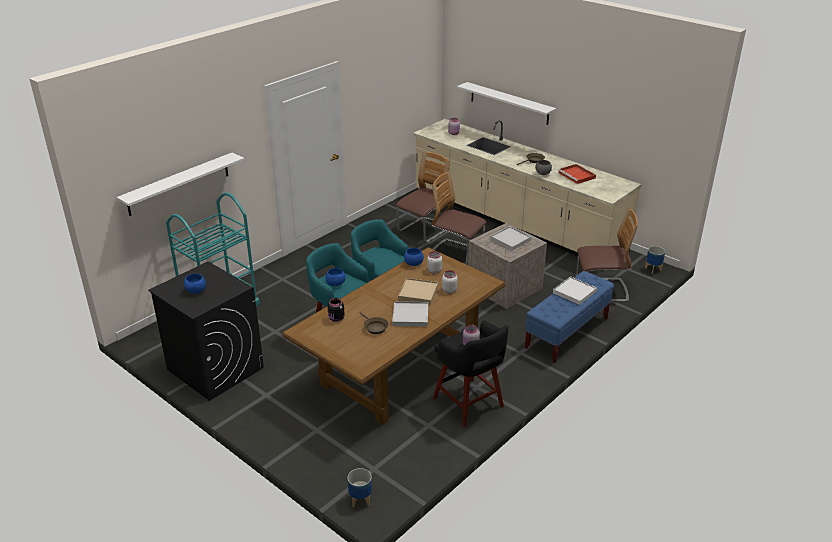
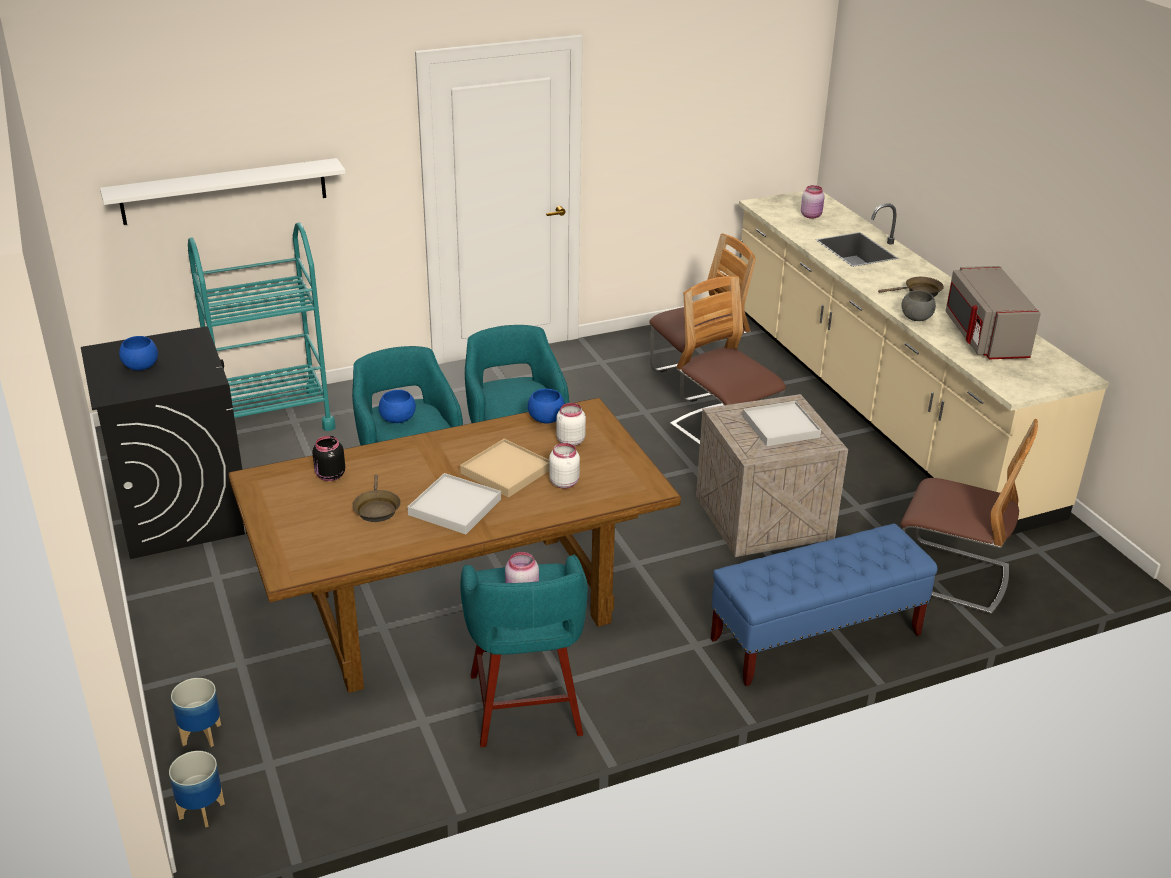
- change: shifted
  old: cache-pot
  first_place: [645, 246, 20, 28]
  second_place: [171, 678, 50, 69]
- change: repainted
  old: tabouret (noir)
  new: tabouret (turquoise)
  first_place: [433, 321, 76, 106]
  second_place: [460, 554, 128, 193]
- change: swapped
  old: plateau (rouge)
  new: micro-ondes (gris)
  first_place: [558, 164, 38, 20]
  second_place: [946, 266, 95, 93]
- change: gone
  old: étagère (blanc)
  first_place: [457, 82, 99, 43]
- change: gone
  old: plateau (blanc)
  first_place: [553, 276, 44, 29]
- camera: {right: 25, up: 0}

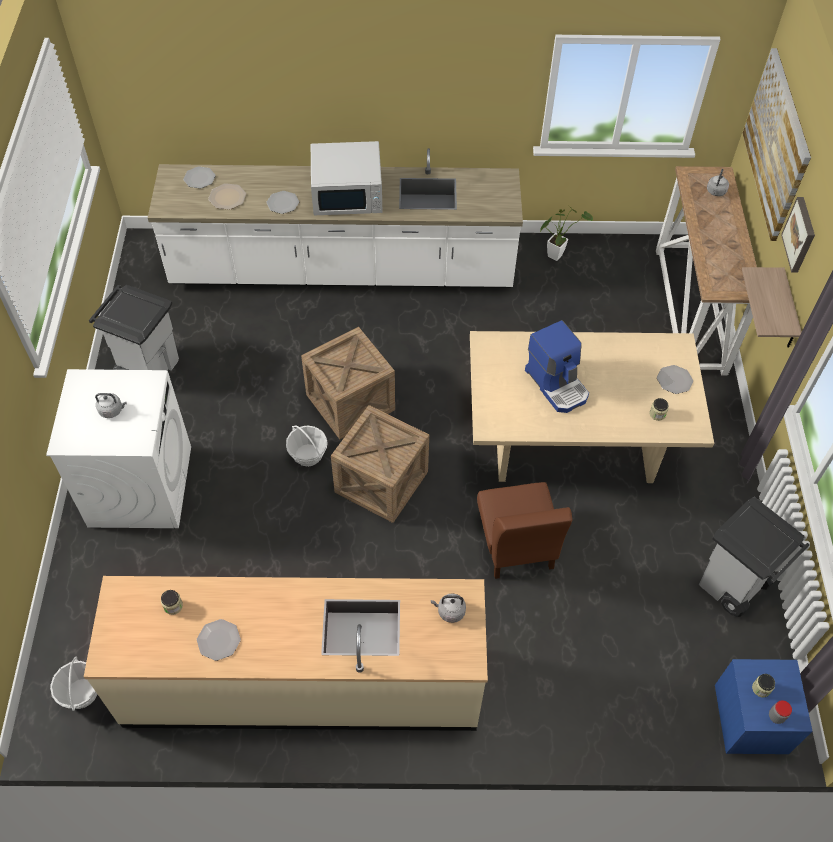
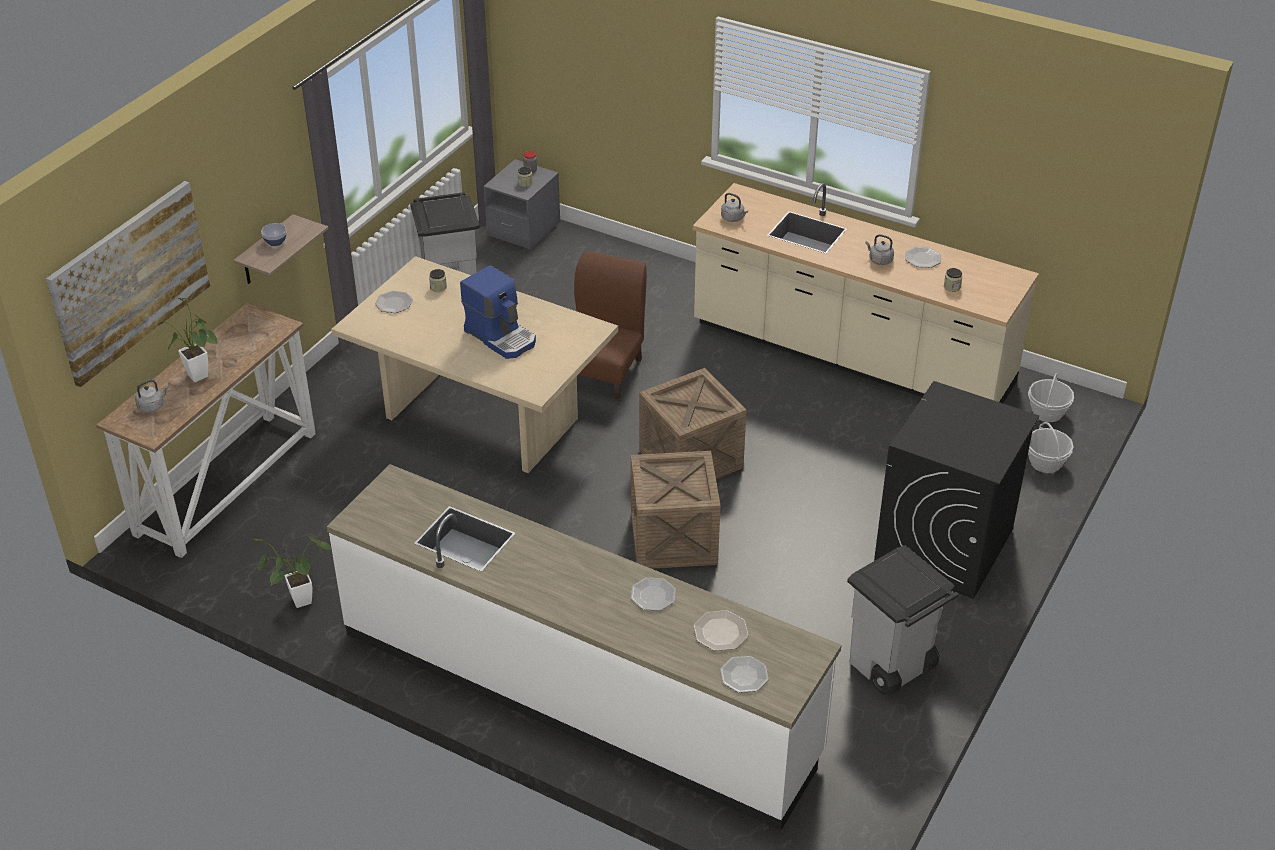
- change: new
  new: plante en pot
  second_place: [158, 298, 60, 84]
- change: new
  new: bol
  second_place: [261, 223, 25, 23]
- change: rotated
  old: machine à café
  first_place: [525, 320, 64, 93]
  second_place: [460, 265, 76, 94]
  degrees: 135
- change: repainted
  old: table de chevet (bleu)
  new: table de chevet (gris)
  first_place: [715, 659, 98, 95]
  second_place: [483, 159, 77, 90]
- change: shifted
  old: bouilloire (gris)
  first_place: [95, 393, 32, 25]
  second_place: [865, 234, 29, 31]
- change: repainted
  old: lave-linge (blanc)
  new: lave-linge (noir)
  first_place: [46, 369, 145, 159]
  second_place: [874, 381, 165, 218]
- change: shifted
  old: panier
  first_place: [286, 425, 42, 42]
  second_place: [1028, 422, 46, 51]
- change: gone
  old: micro-ondes (blanc)
  first_place: [311, 141, 71, 74]
- change: gone
  old: tableau
  first_place: [781, 197, 34, 76]
- camera: {right: -150, up: -15}

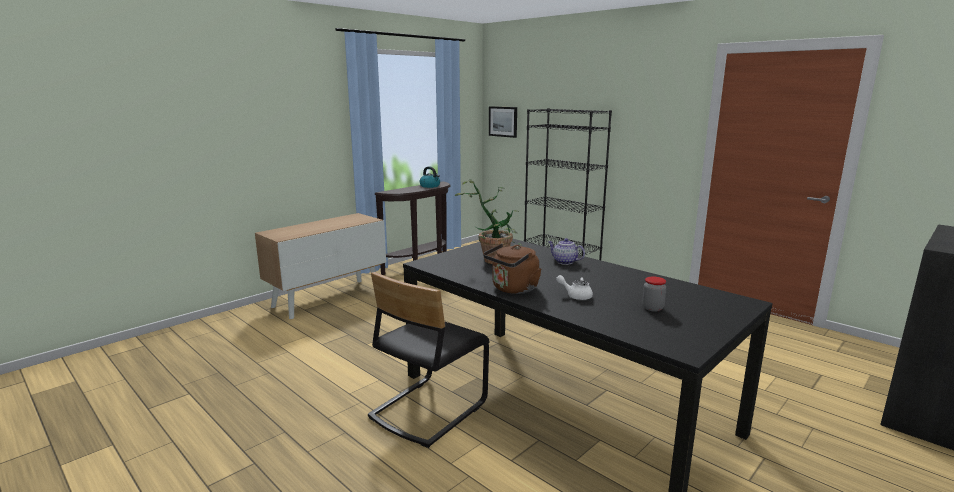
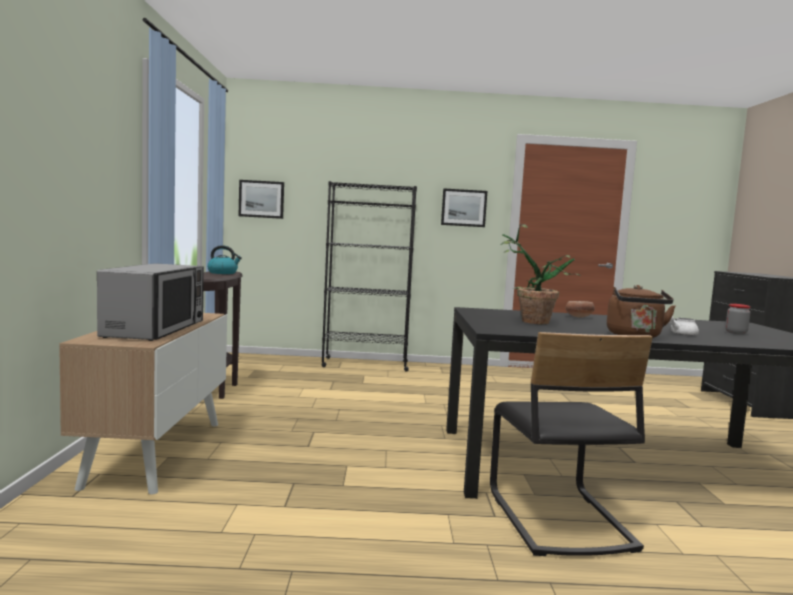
- change: new
  new: micro-ondes
  second_place: [97, 263, 107, 78]
- change: new
  new: tableau
  second_place: [441, 189, 46, 38]
- change: swapped
  old: théière
  new: bol
  first_place: [548, 238, 37, 27]
  second_place: [566, 301, 29, 17]
- camera: {right: -45, up: -10}

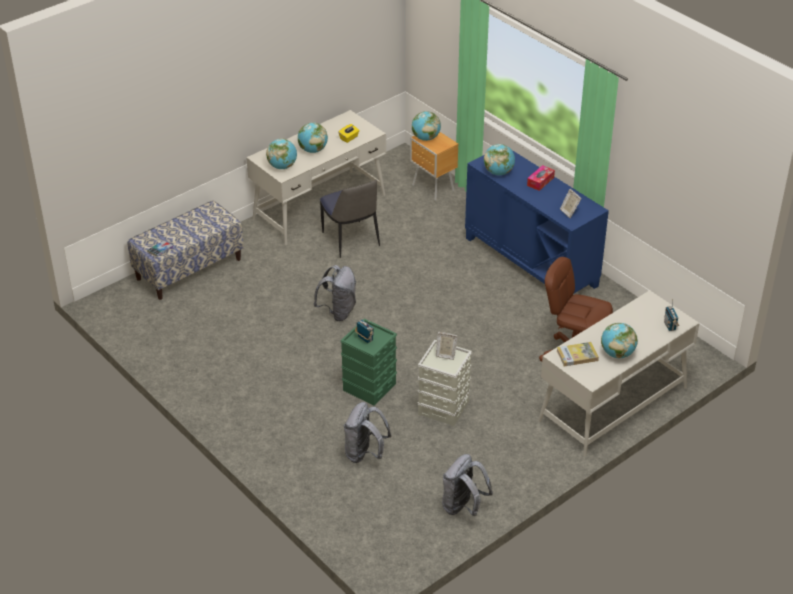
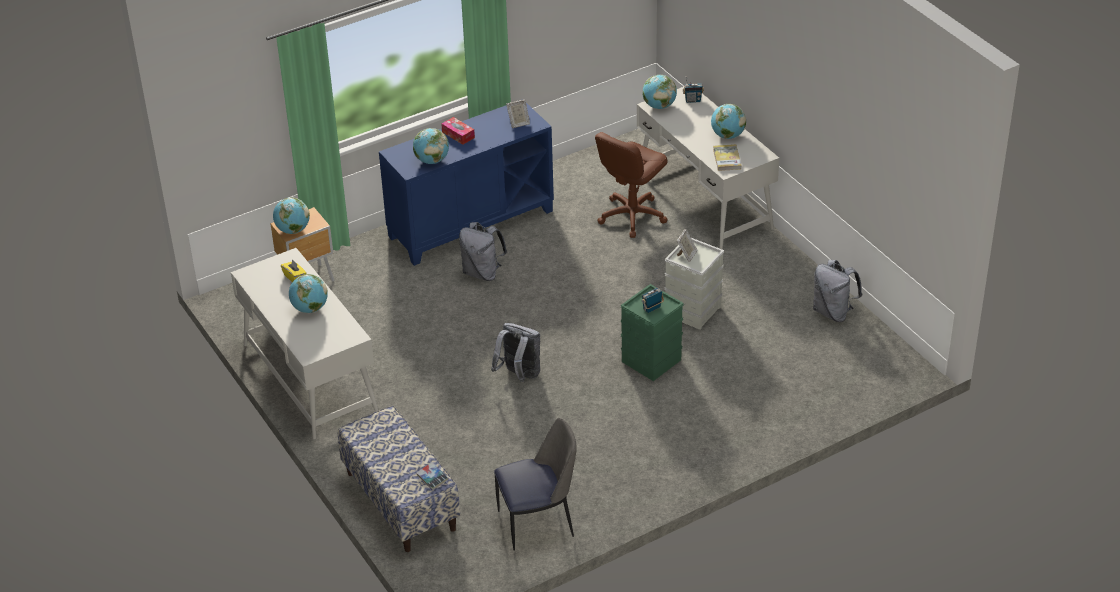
- change: shifted
  old: sac à dos (gris)
  first_place: [343, 402, 48, 61]
  second_place: [459, 222, 48, 59]
- change: shifted
  old: chaise
  first_place: [320, 180, 60, 78]
  second_place: [494, 418, 83, 133]
- change: shifted
  old: globe
  first_place: [266, 139, 31, 30]
  second_place: [642, 75, 35, 34]
- camera: {right: -80, up: 0}

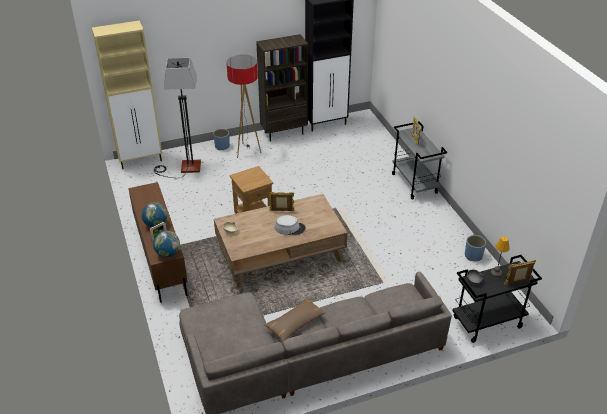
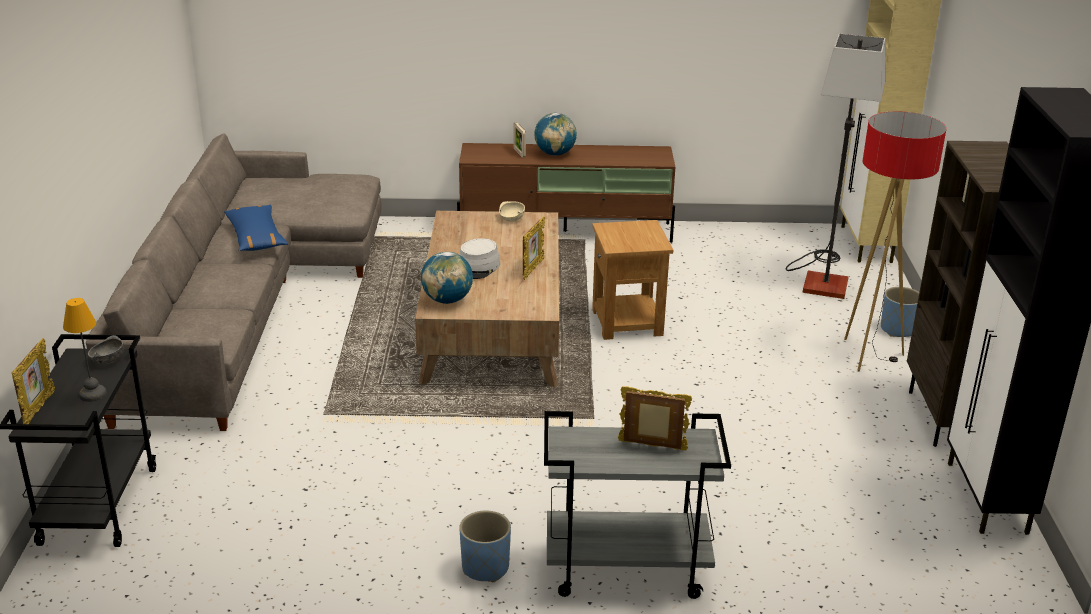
- change: repainted
  old: coussin (marron)
  new: coussin (bleu)
  first_place: [264, 297, 61, 45]
  second_place: [224, 205, 64, 46]
- change: shifted
  old: globe
  first_place: [153, 231, 27, 26]
  second_place: [421, 251, 52, 53]
- change: shifted
  old: cache-pot (bleu)
  first_place: [465, 235, 21, 26]
  second_place: [459, 511, 52, 71]
- camera: {right: 110, up: -10}

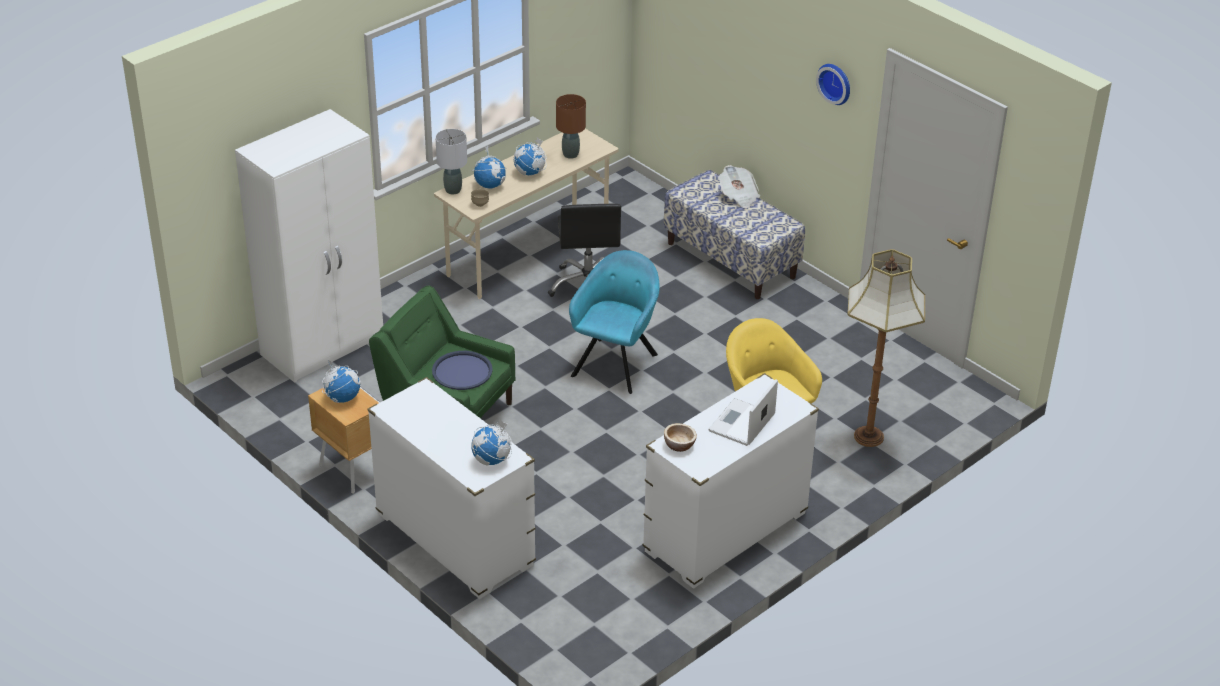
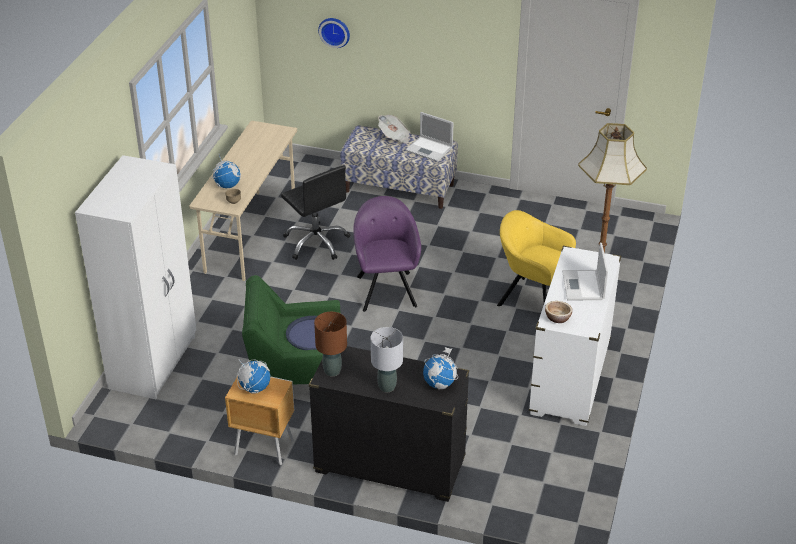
- change: repainted
  old: commode (blanc)
  new: commode (noir)
  first_place: [368, 377, 168, 222]
  second_place: [309, 346, 160, 156]
- change: shifted
  old: lampe de table (marron)
  first_place: [556, 94, 30, 65]
  second_place: [314, 312, 33, 64]
- change: shifted
  old: horloge murale
  first_place: [816, 64, 34, 41]
  second_place: [318, 18, 32, 30]
- change: repainted
  old: fauteuil (turquoise)
  new: fauteuil (violet)
  first_place: [569, 250, 91, 144]
  second_place: [354, 196, 67, 116]
- change: shifted
  old: lampe de table (gris)
  first_place: [435, 129, 32, 65]
  second_place: [371, 327, 32, 65]
- change: new
  new: ordinateur portable
  second_place: [405, 112, 49, 50]
- change: gone
  old: globe
  first_place: [514, 137, 33, 38]
- camera: {right: -30, up: 0}

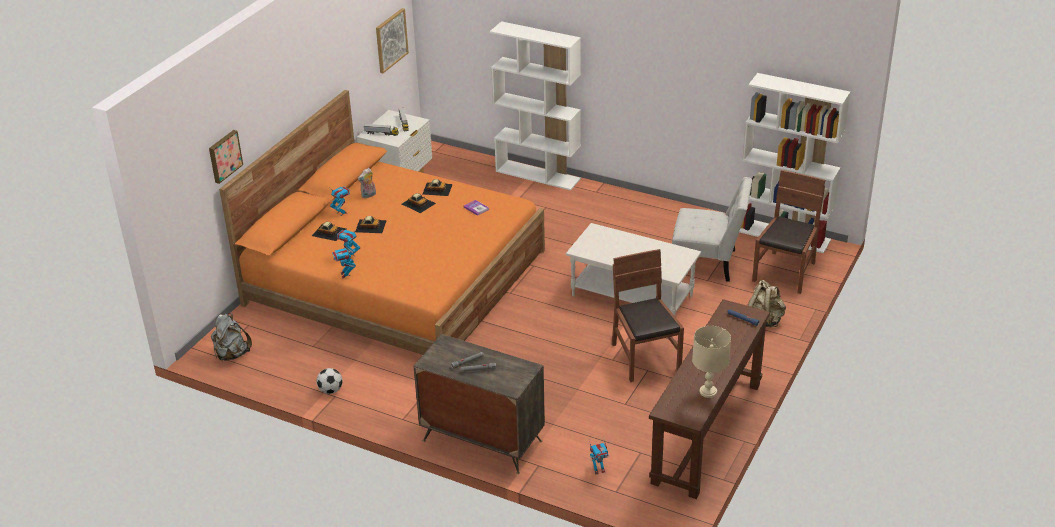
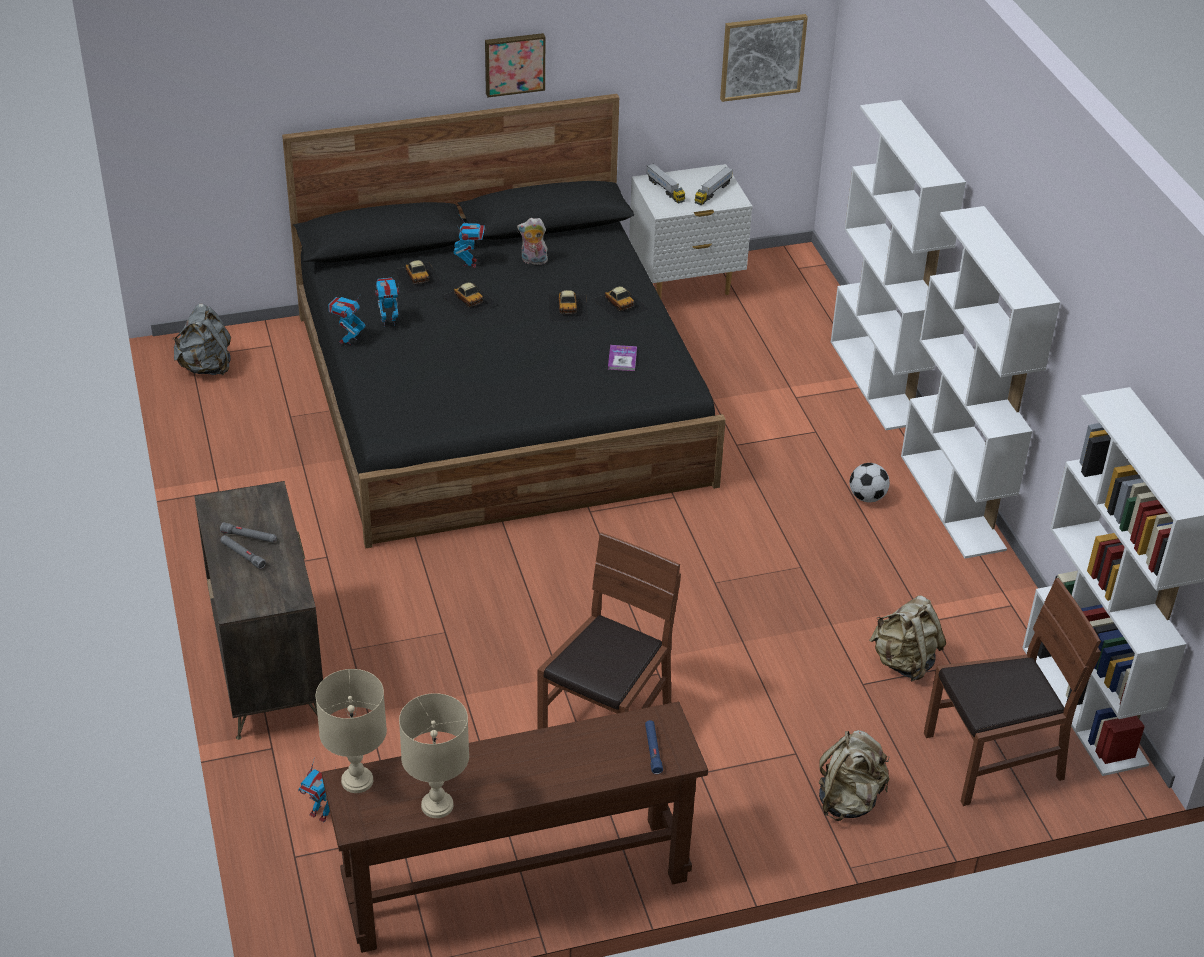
- change: repainted
  old: lit (orange)
  new: lit (noir)
  first_place: [219, 90, 326, 265]
  second_place: [282, 94, 444, 454]
- change: new
  new: lampe de table (beige)
  second_place: [316, 669, 71, 124]
- change: shifted
  old: tableau
  first_place: [209, 130, 34, 54]
  second_place: [485, 33, 60, 64]
- change: shifted
  old: ballon de foot
  first_place: [317, 368, 26, 26]
  second_place: [849, 463, 41, 39]
- change: swapped
  old: chaise (blanc)
  new: sac à dos (beige)
  first_place: [672, 177, 80, 105]
  second_place: [869, 595, 77, 86]
- change: new
  new: bibliothèque (blanc)
  second_place: [901, 206, 159, 353]
- change: gone
  old: table basse (blanc)
  first_place: [566, 223, 135, 93]
- camera: {right: 45, up: 5}

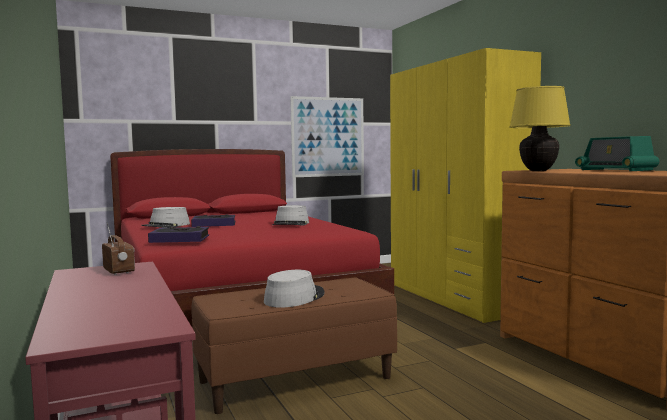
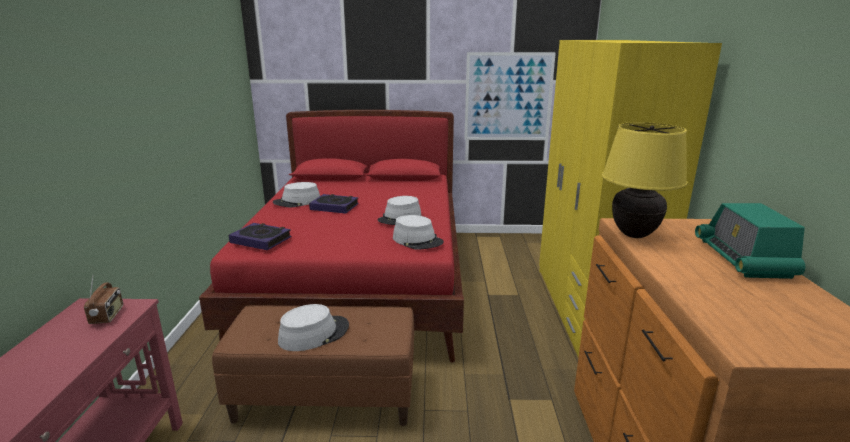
- change: new
  new: chapeau (gris)
  second_place: [393, 215, 51, 35]
- camera: {right: 25, up: 15}

